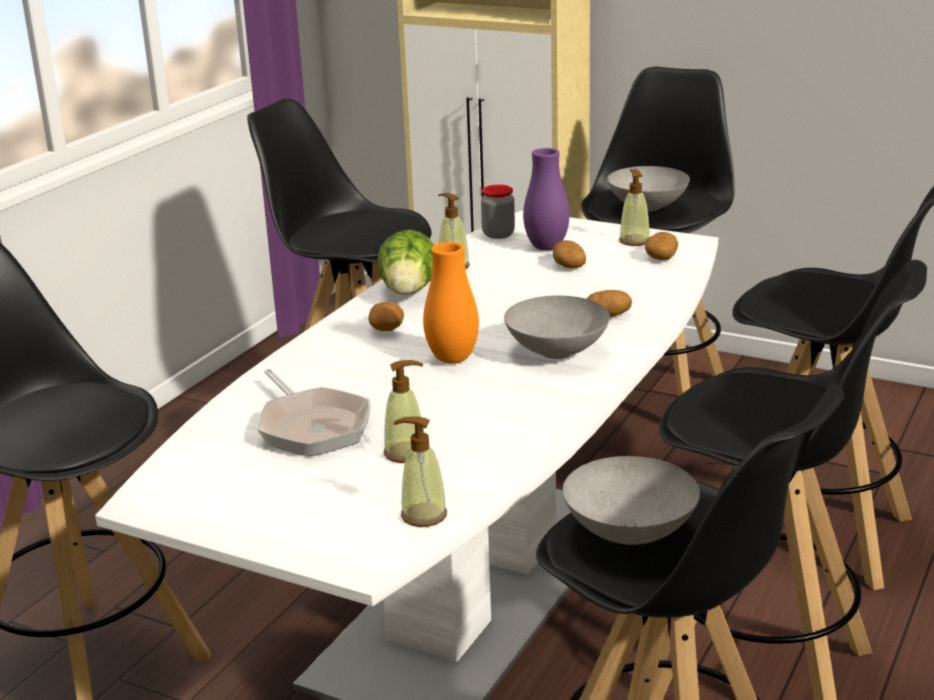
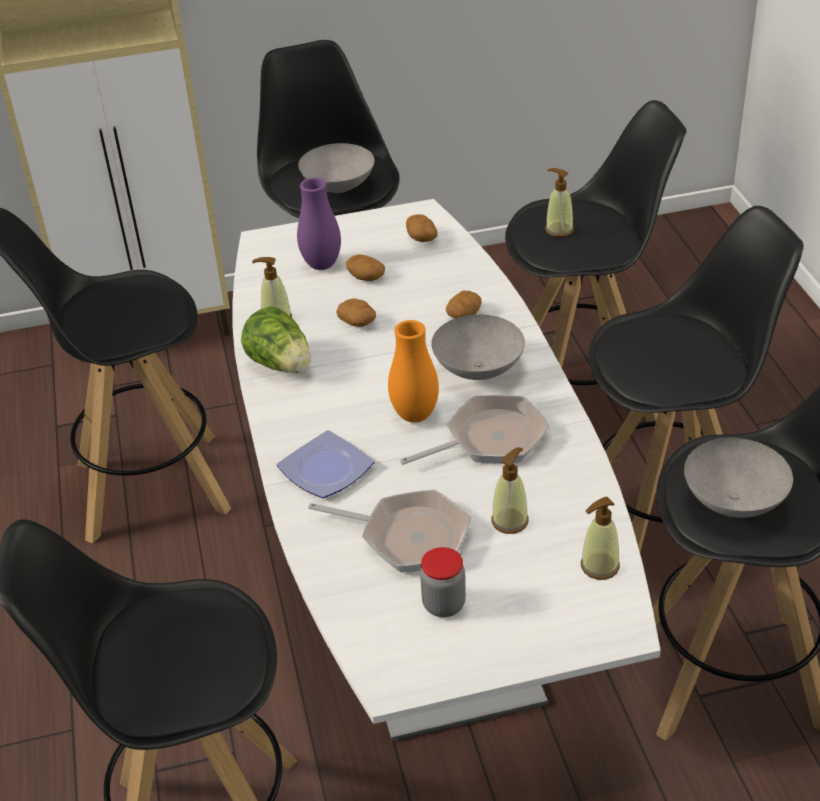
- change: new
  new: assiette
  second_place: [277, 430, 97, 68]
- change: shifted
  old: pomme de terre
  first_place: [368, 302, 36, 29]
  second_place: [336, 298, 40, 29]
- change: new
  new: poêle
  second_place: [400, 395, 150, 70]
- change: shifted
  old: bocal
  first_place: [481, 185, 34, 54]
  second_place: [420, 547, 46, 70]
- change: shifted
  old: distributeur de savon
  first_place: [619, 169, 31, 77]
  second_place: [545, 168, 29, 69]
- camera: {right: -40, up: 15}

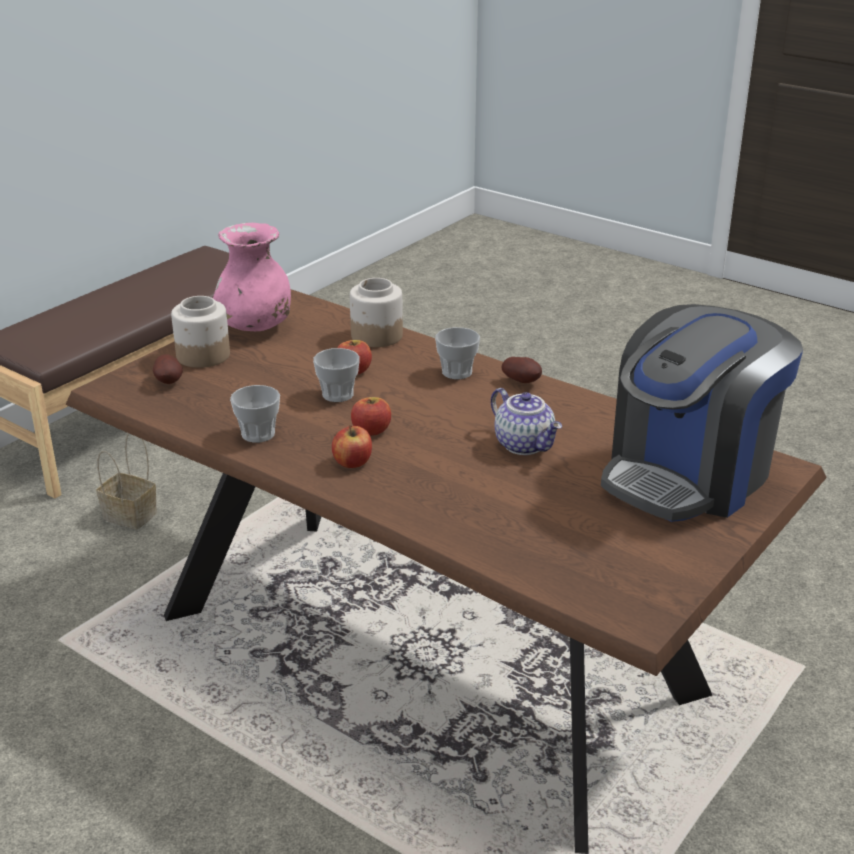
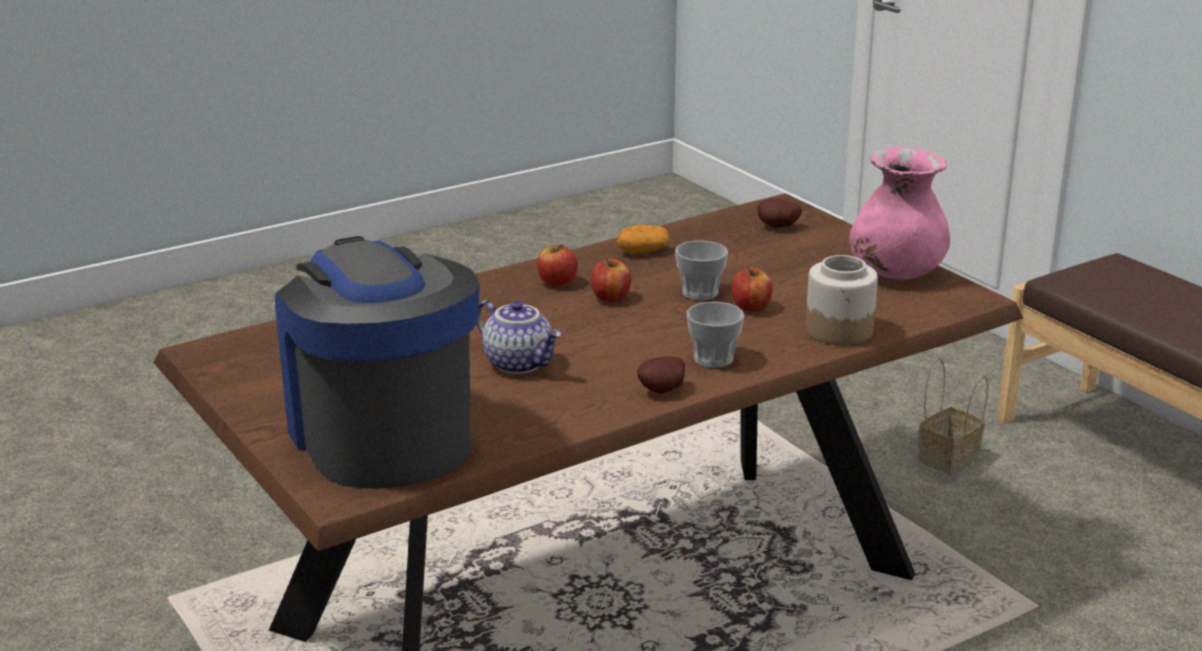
- change: rotated
  old: théière
  first_place: [491, 388, 71, 67]
  second_place: [477, 300, 84, 74]
  degrees: -120
- change: swapped
  old: tasse
  new: pomme de terre
  first_place: [230, 385, 50, 58]
  second_place: [616, 225, 53, 29]
- change: gone
  old: bocal
  first_place: [171, 296, 59, 72]
- camera: {right: 110, up: -5}

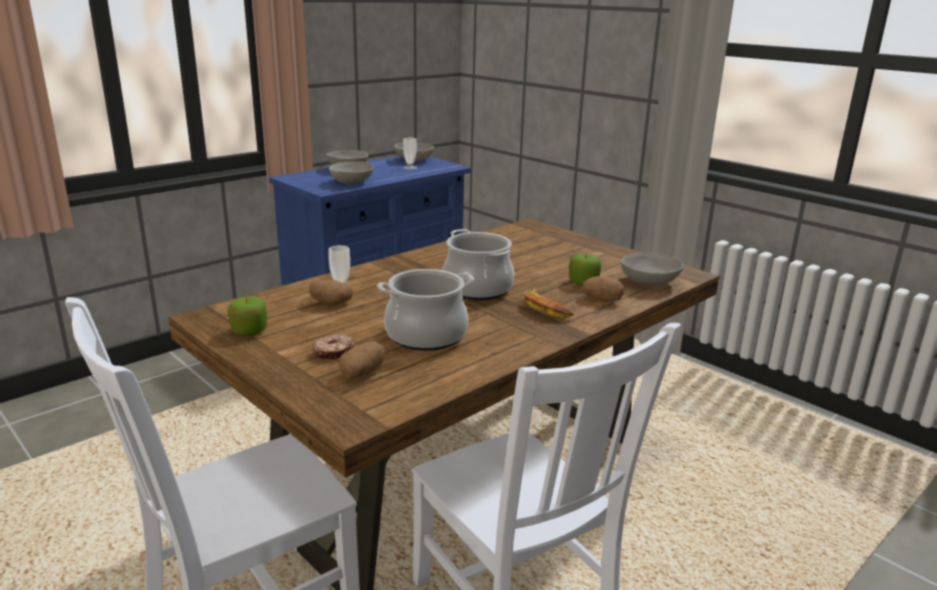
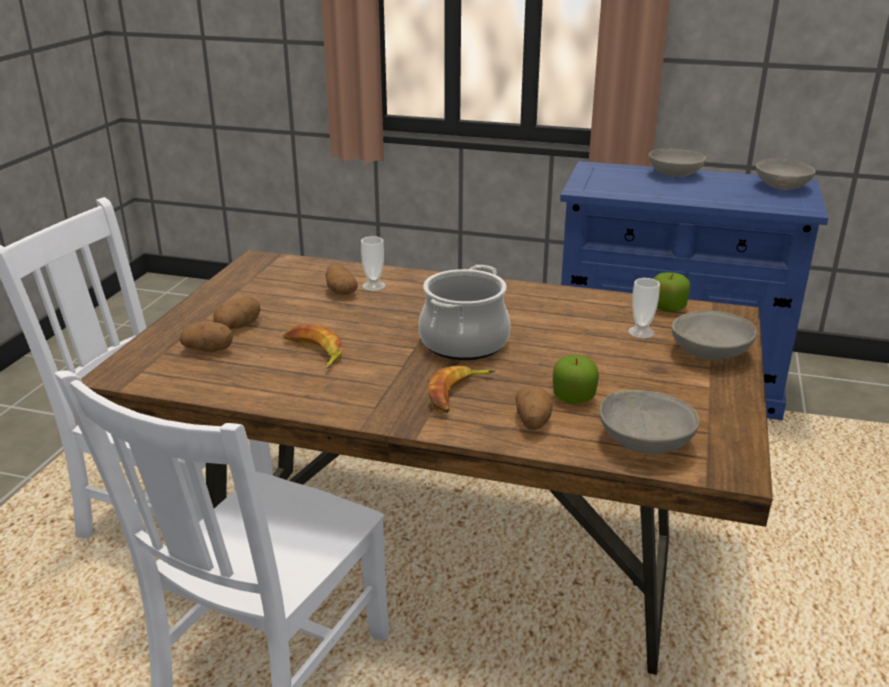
- change: swapped
  old: beignet
  new: pomme de terre
  first_place: [313, 334, 42, 25]
  second_place: [214, 297, 46, 33]
- change: swapped
  old: marmite
  new: banane
  first_place: [377, 269, 97, 82]
  second_place: [283, 325, 59, 44]
- change: shifted
  old: tasse
  first_place: [403, 138, 14, 32]
  second_place: [628, 278, 32, 61]
- change: shifted
  old: pomme
  first_place: [228, 296, 39, 40]
  second_place: [653, 272, 37, 40]
- change: shifted
  old: bol (gris)
  first_place: [329, 161, 45, 23]
  second_place: [672, 310, 85, 50]
- camera: {right: 60, up: 5}

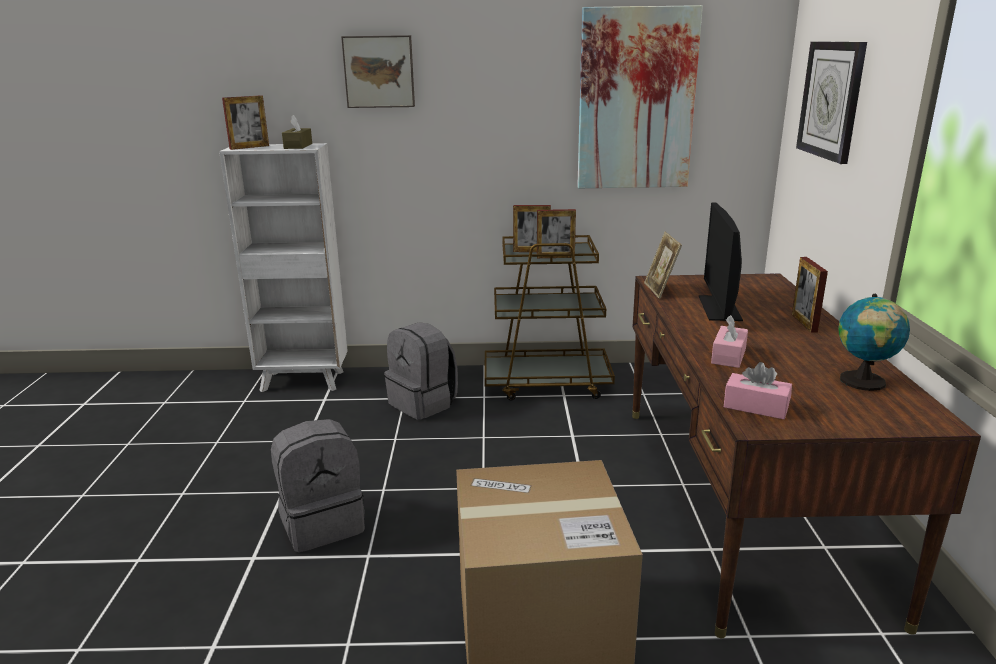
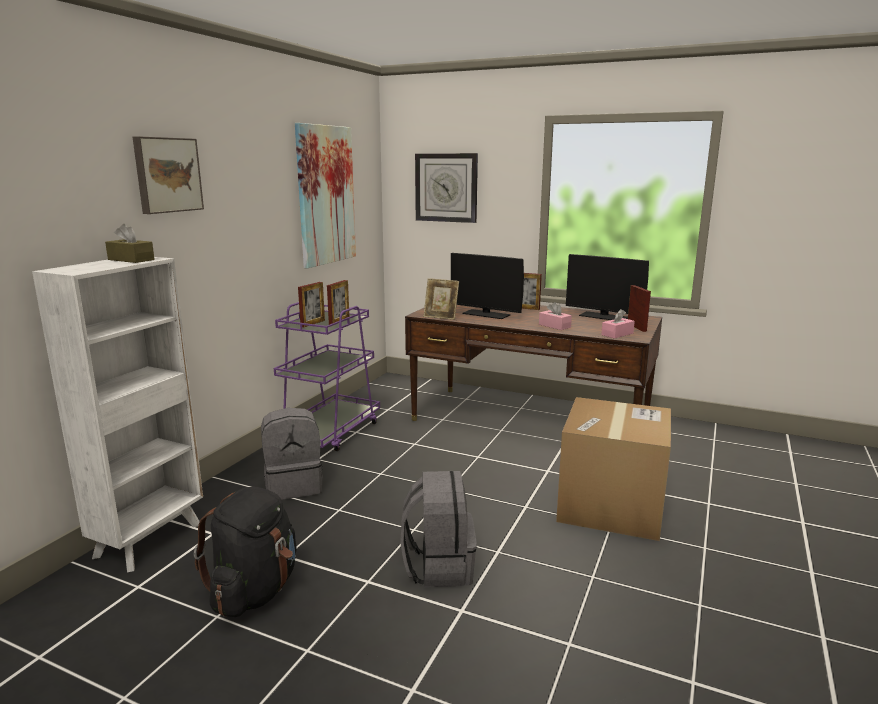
- change: new
  new: sac à dos (noir)
  second_place: [194, 487, 102, 130]
- change: repainted
  old: chariot (marron)
  new: chariot (violet)
  first_place: [484, 235, 131, 165]
  second_place: [274, 302, 106, 149]
- change: swapped
  old: globe
  new: écran d'ordinateur
  first_place: [838, 294, 72, 97]
  second_place: [566, 254, 83, 66]
- change: shifted
  old: cadre photo
  first_place: [222, 95, 47, 55]
  second_place: [628, 285, 23, 47]
- camera: {right: -65, up: -5}

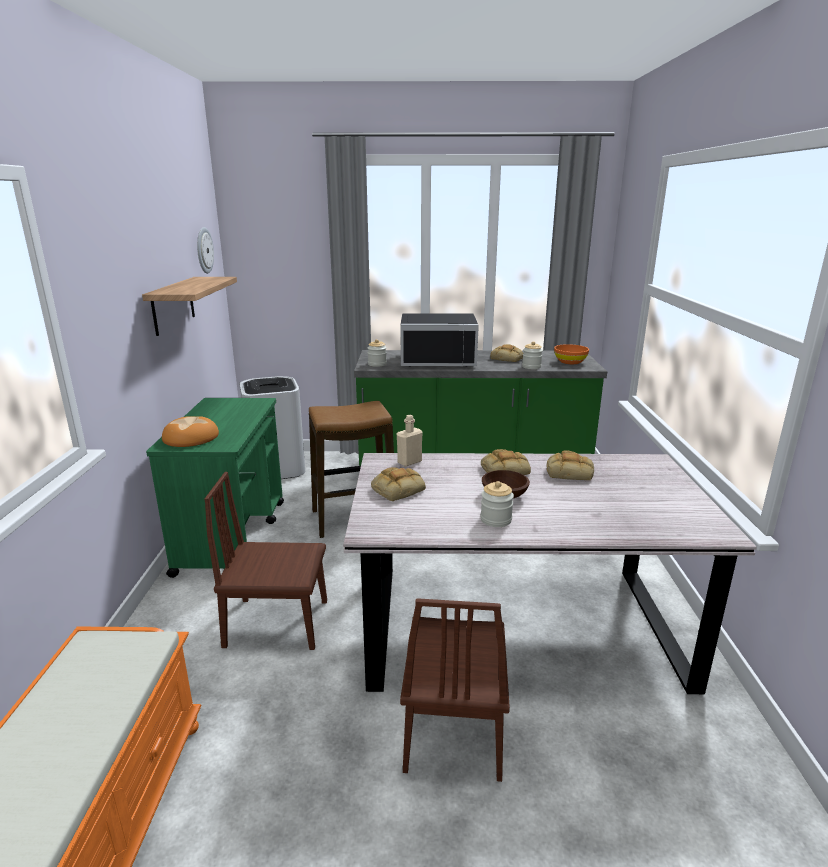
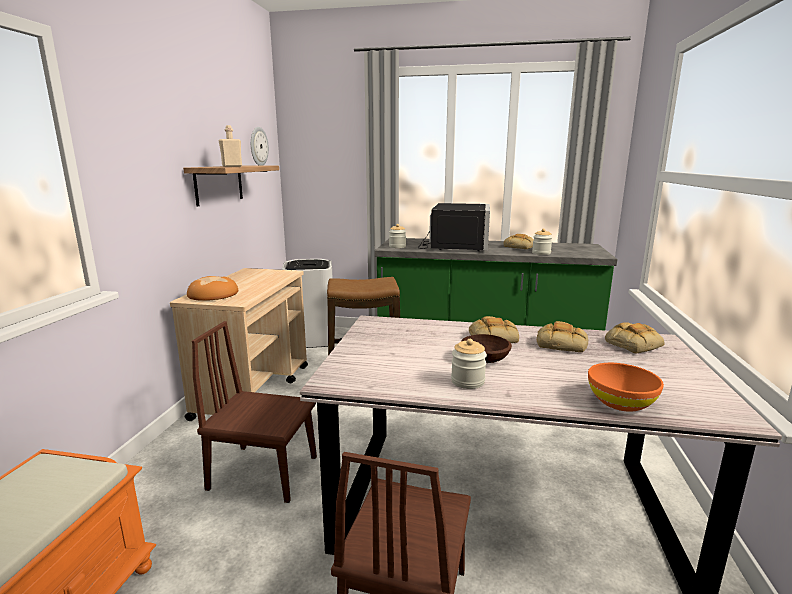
- change: repainted
  old: chariot (vert)
  new: chariot (beige)
  first_place: [146, 398, 138, 180]
  second_place: [170, 268, 138, 153]
- change: shifted
  old: bouteille (beige)
  first_place: [397, 415, 26, 52]
  second_place: [219, 125, 23, 42]
- change: rotated
  old: micro-ondes (noir)
  first_place: [400, 313, 79, 54]
  second_place: [418, 203, 72, 48]
  degrees: -90
- change: shifted
  old: bol (orange)
  first_place: [554, 344, 35, 20]
  second_place: [588, 363, 76, 49]
- change: shifted
  old: pain
  first_place: [371, 467, 55, 34]
  second_place: [605, 322, 59, 32]
- camera: {right: 10, up: -5}

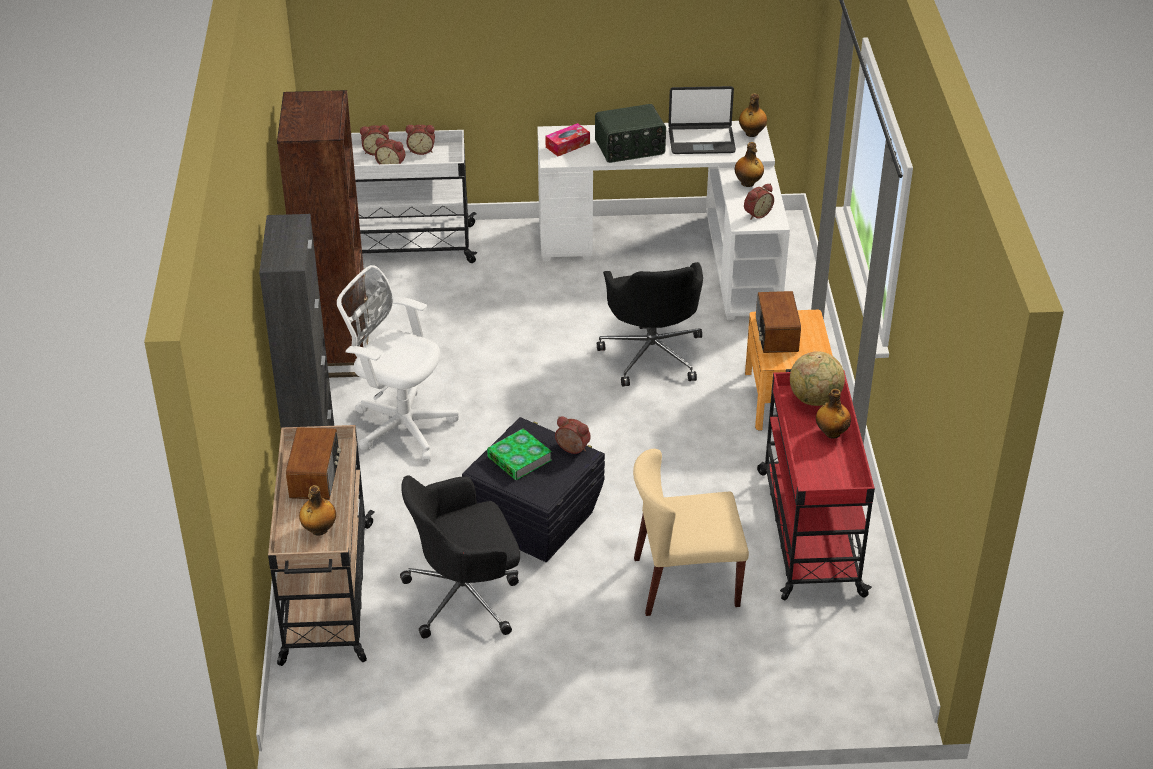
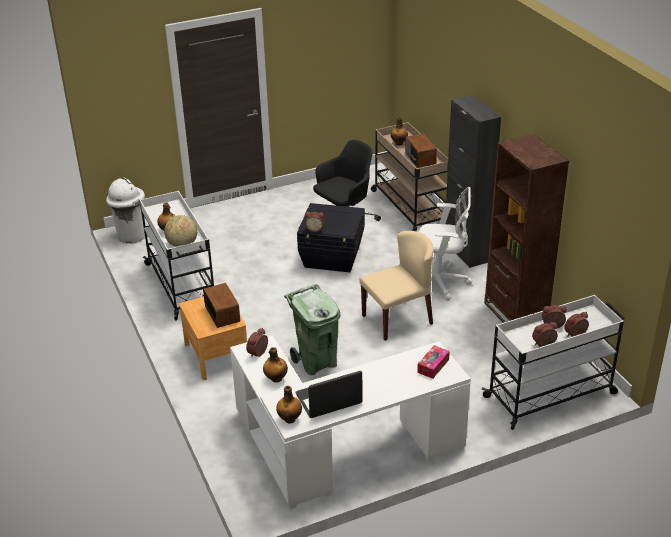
- change: new
  new: poubelle (blanc)
  second_place: [106, 177, 39, 67]
- change: repainted
  old: chariot (rouge)
  new: chariot (blanc)
  first_place: [757, 369, 118, 232]
  second_place: [139, 191, 75, 130]
- change: swapped
  old: chaise de bureau (noir)
  new: poubelle (vert)
  first_place: [597, 262, 106, 125]
  second_place: [284, 284, 56, 91]
- change: shifted
  old: chaise (beige)
  first_place: [633, 449, 116, 167]
  second_place: [359, 231, 74, 110]
- change: gone
  old: livre
  first_place: [487, 428, 65, 52]
- change: gone
  old: radio
  first_place: [595, 104, 71, 59]
- camera: {right: 160, up: -5}

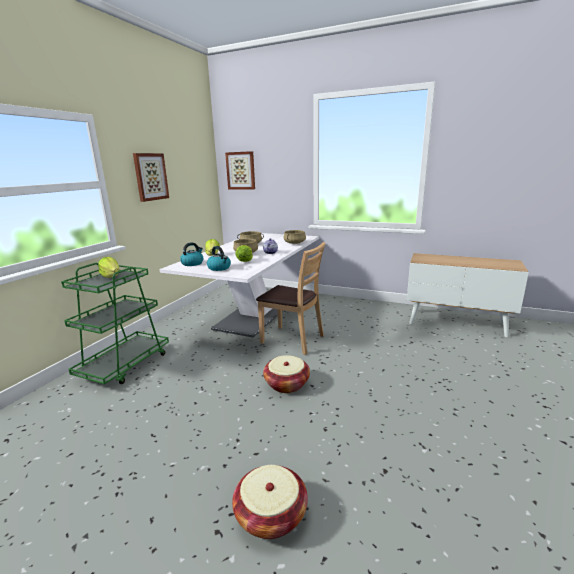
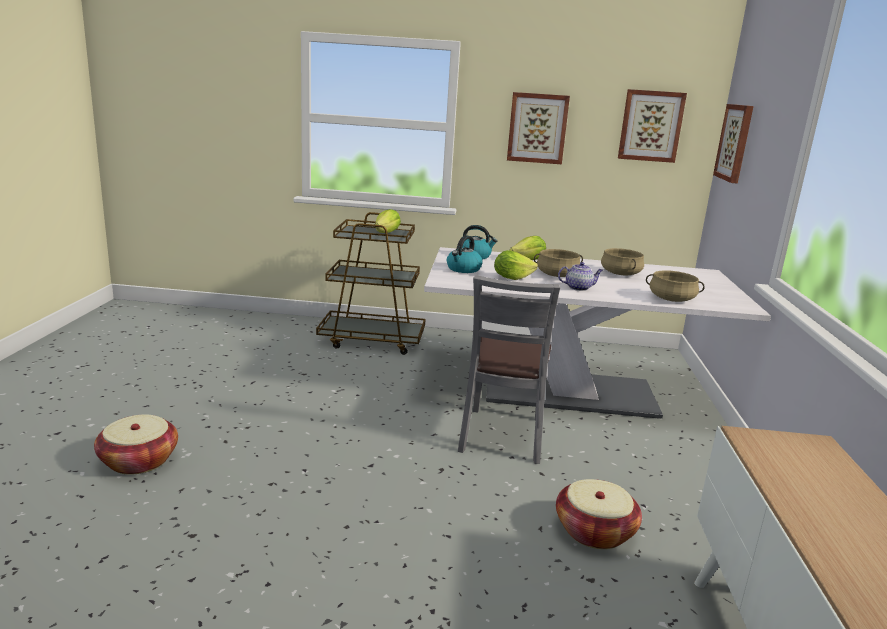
- change: repainted
  old: chariot (vert)
  new: chariot (marron)
  first_place: [61, 263, 108, 122]
  second_place: [316, 212, 110, 143]
- change: repainted
  old: chaise (marron)
  new: chaise (gris)
  first_place: [256, 242, 70, 113]
  second_place: [458, 275, 102, 189]
- change: shifted
  old: panier
  first_place: [263, 355, 47, 38]
  second_place: [556, 479, 86, 70]
- change: new
  new: tableau
  second_place: [618, 89, 69, 74]
- camera: {right: 70, up: 0}

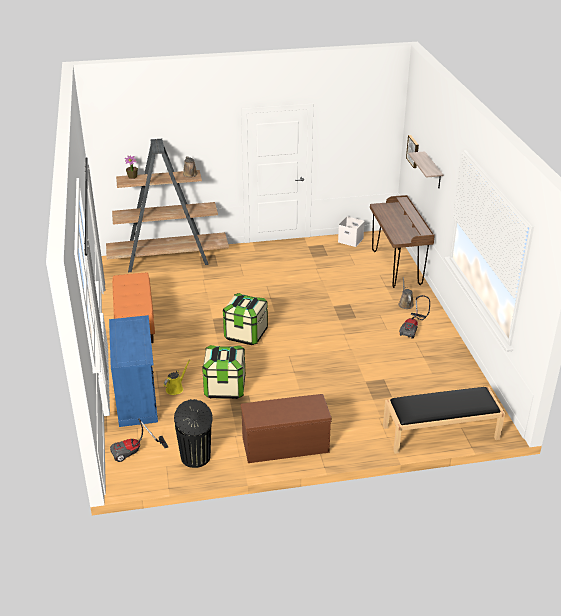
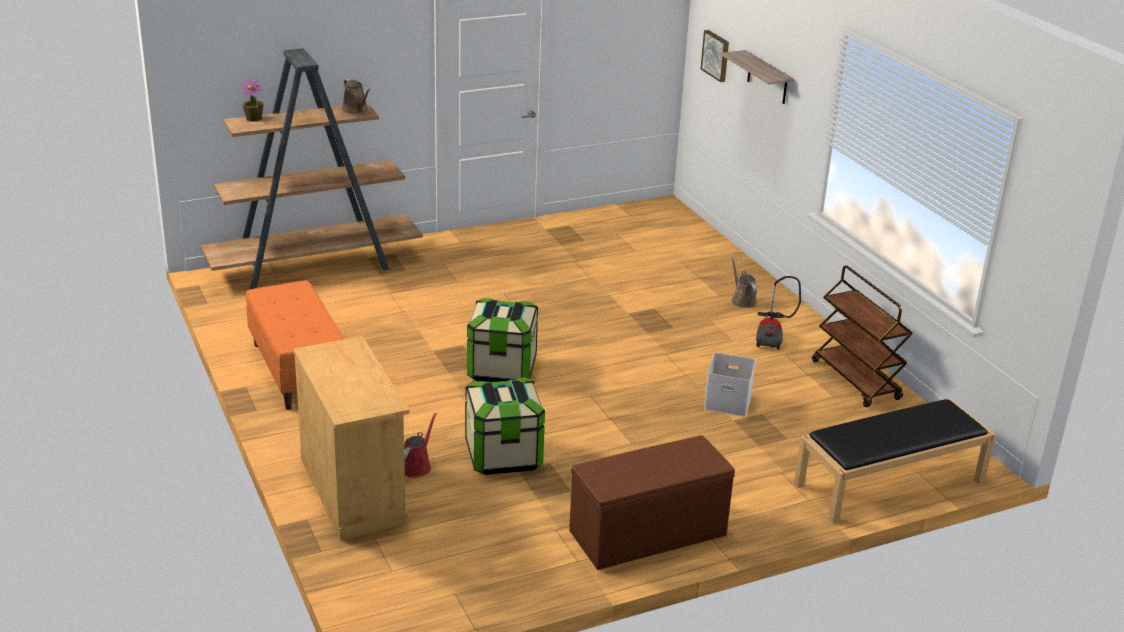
- change: repainted
  old: meuble de rangement (bleu)
  new: meuble de rangement (beige)
  first_place: [109, 315, 49, 112]
  second_place: [293, 336, 116, 204]
- change: repainted
  old: arrosoir (jaune)
  new: arrosoir (rouge)
  first_place: [164, 360, 26, 35]
  second_place: [404, 413, 33, 65]
- change: shifted
  old: boîte de rangement (blanc)
  first_place: [338, 217, 27, 30]
  second_place: [704, 352, 52, 65]
- change: new
  new: chariot (marron)
  second_place: [812, 265, 101, 142]
- change: gone
  old: aspirateur
  first_place: [110, 419, 59, 43]
- change: gone
  old: poubelle (noir)
  first_place: [174, 399, 39, 69]
- change: gone
  old: bureau (marron)
  first_place: [370, 195, 65, 93]
- camera: {right: -15, up: -5}

